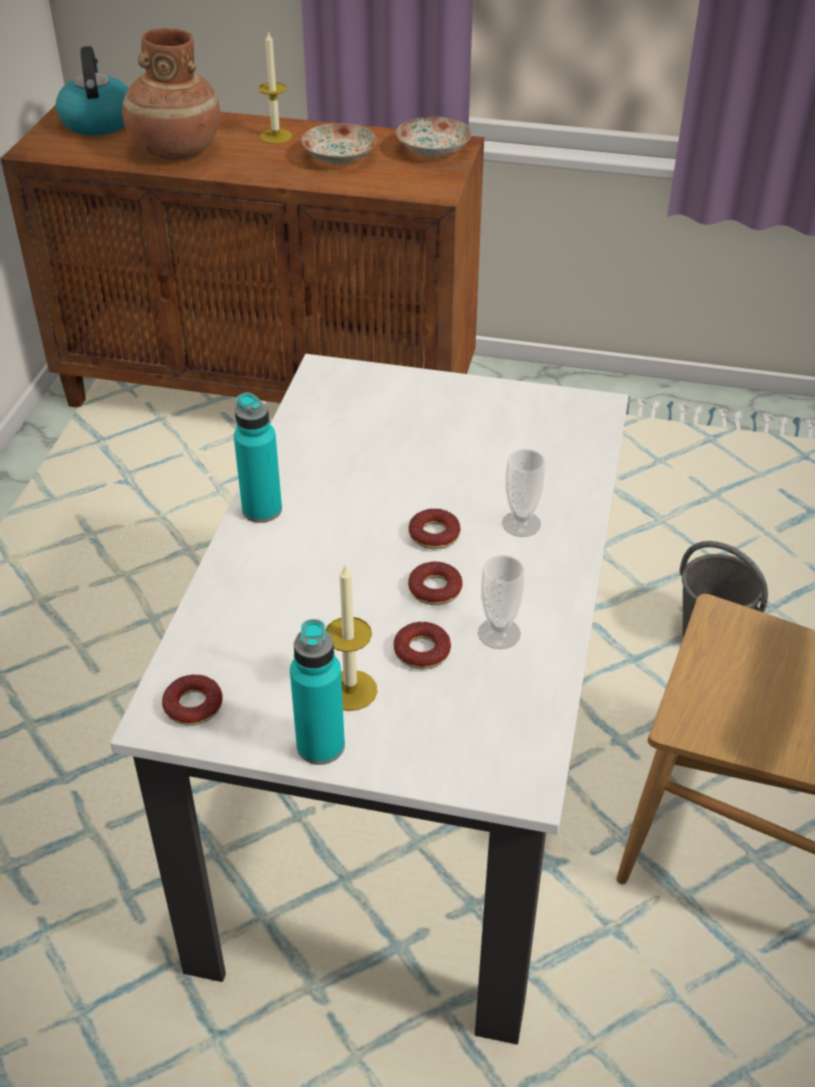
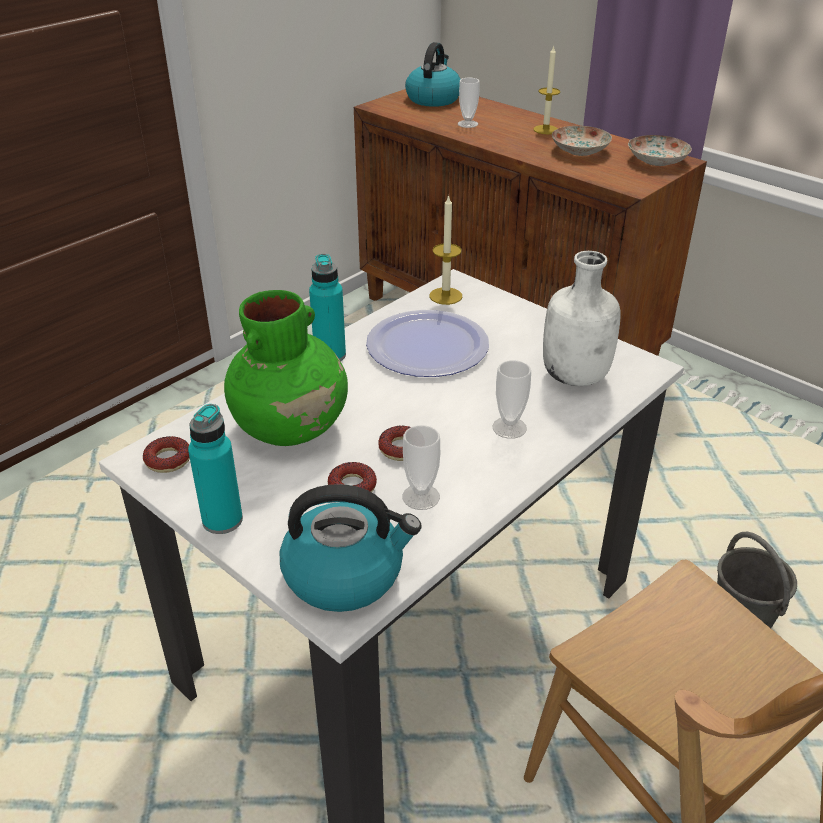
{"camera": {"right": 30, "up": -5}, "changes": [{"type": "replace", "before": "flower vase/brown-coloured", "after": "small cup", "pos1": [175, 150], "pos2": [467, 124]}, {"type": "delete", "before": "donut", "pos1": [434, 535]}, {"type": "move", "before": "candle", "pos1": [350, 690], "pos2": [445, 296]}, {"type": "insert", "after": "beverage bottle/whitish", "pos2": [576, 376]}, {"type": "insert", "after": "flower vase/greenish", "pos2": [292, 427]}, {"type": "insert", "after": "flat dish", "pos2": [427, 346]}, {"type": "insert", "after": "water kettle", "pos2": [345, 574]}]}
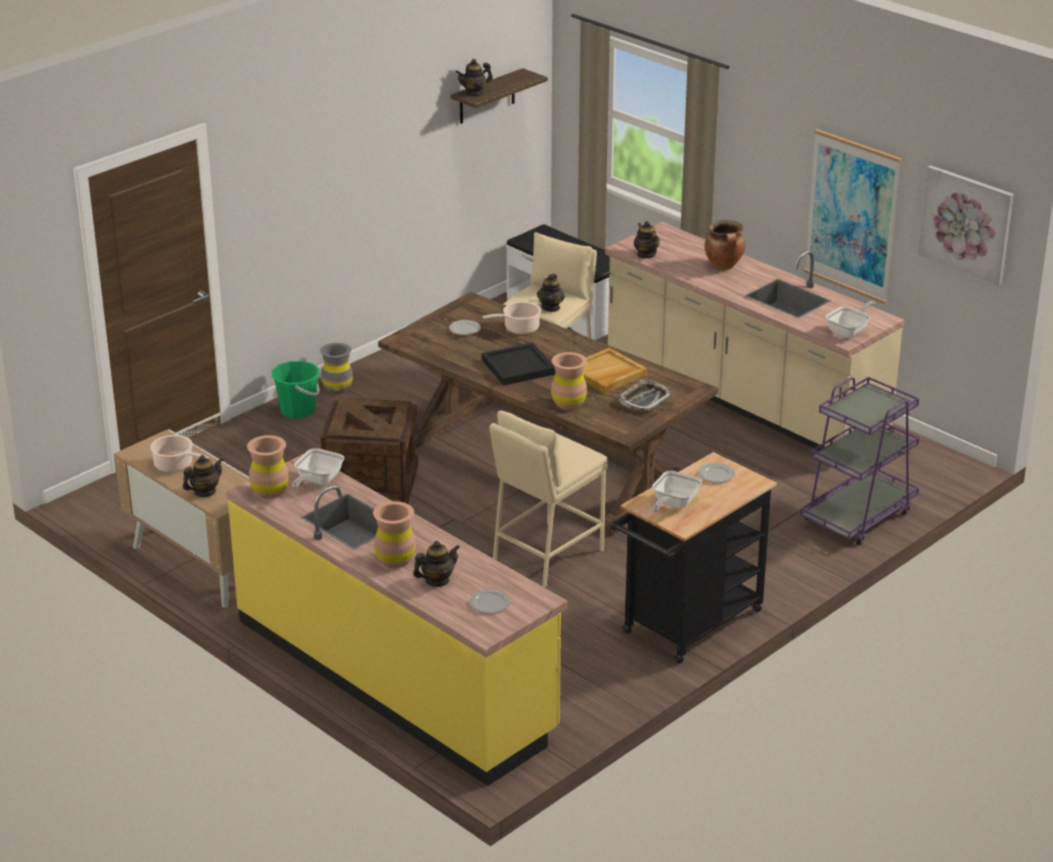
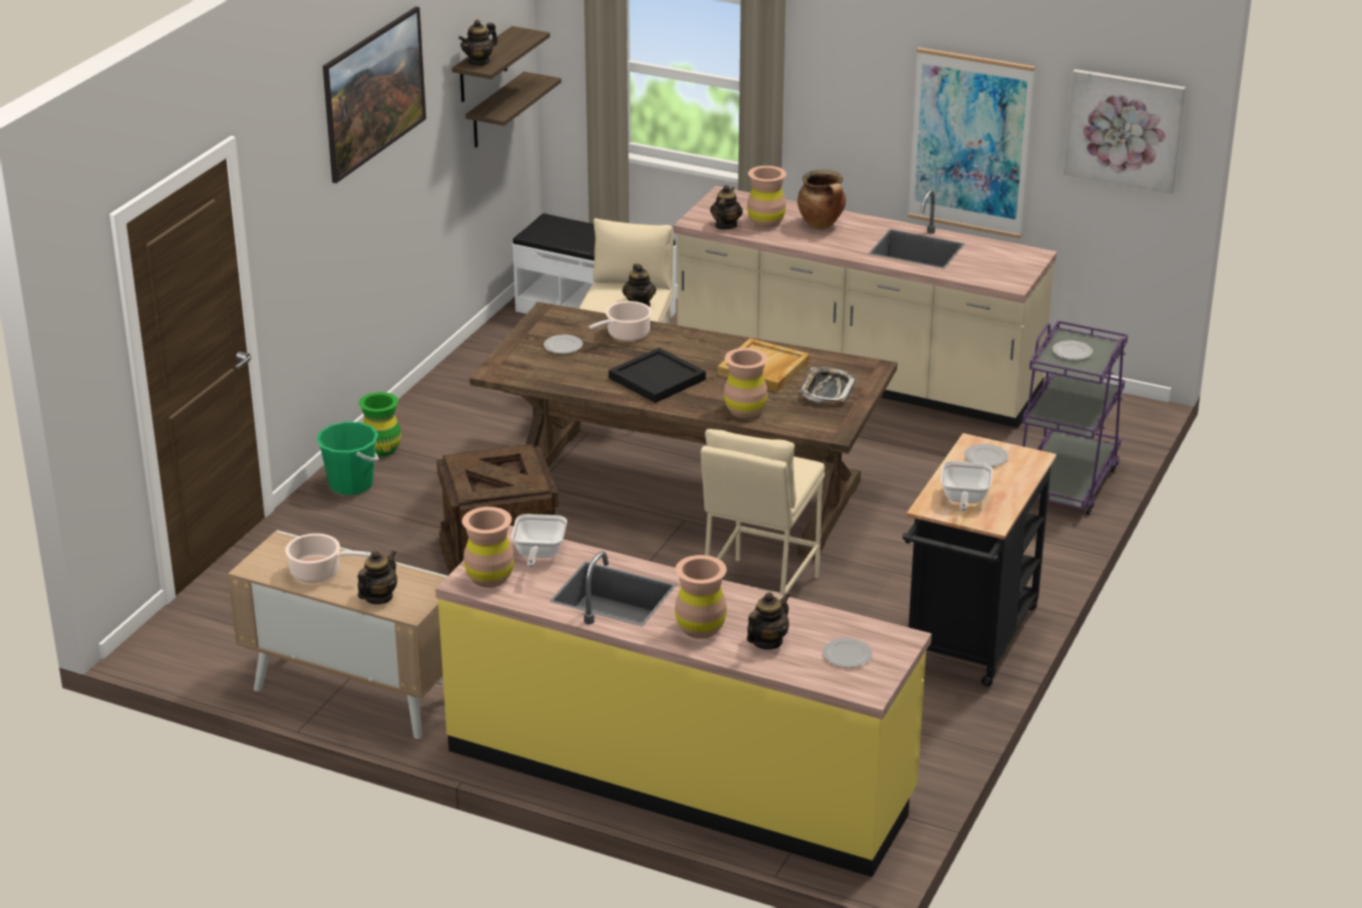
{"camera": {"right": -20, "up": 0}, "changes": [{"type": "rotate", "before": "pot for tea", "pos1": [646, 255], "pos2": [725, 225], "turn": 60}, {"type": "delete", "before": "frying pan", "pos1": [849, 331]}, {"type": "recolor", "before": "flower vase/gray", "after": "flower vase/greenish", "pos1": [337, 388], "pos2": [382, 449]}, {"type": "insert", "after": "wall picture", "pos2": [376, 121]}, {"type": "insert", "after": "wall shelf", "pos2": [495, 111]}, {"type": "insert", "after": "flower vase/brown-coloured", "pos2": [766, 222]}, {"type": "insert", "after": "flat dish", "pos2": [1072, 353]}]}
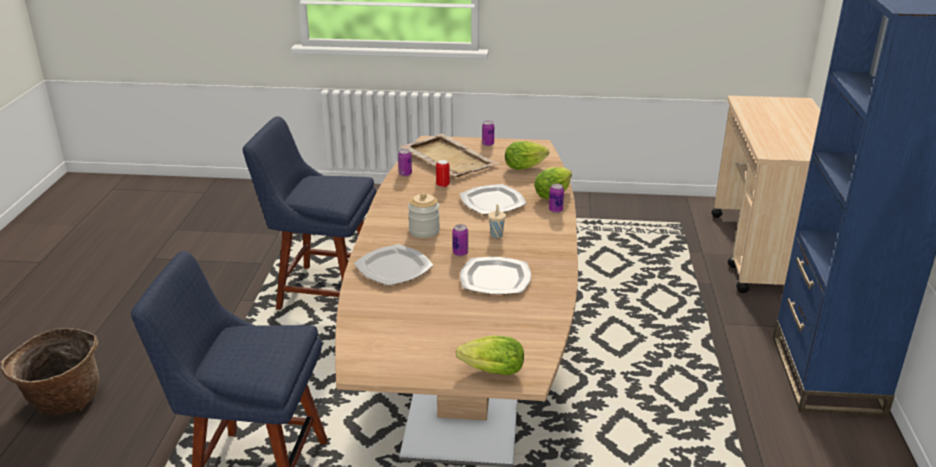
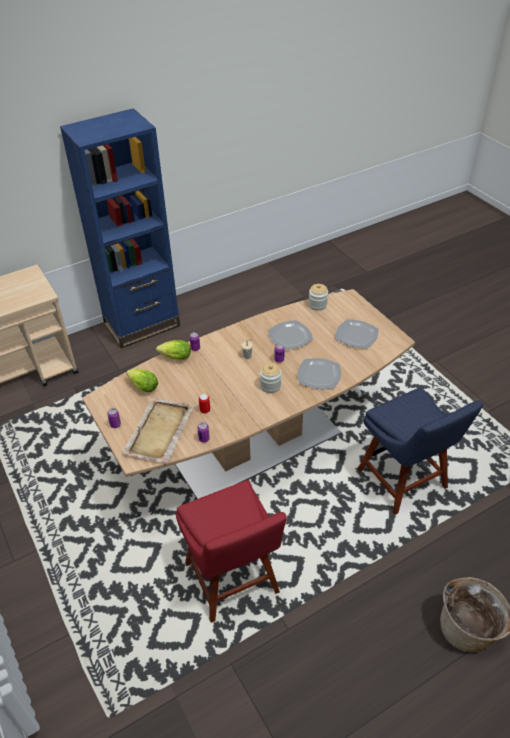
{"camera": {"right": -125, "up": 15}, "changes": [{"type": "recolor", "before": "plain chair/blue-coloured", "after": "plain chair/reddish", "pos1": [322, 290], "pos2": [233, 582]}, {"type": "move", "before": "flat dish", "pos1": [491, 202], "pos2": [356, 335]}, {"type": "delete", "before": "head of lettuce", "pos1": [489, 371]}, {"type": "insert", "after": "storage jar", "pos2": [317, 305]}]}
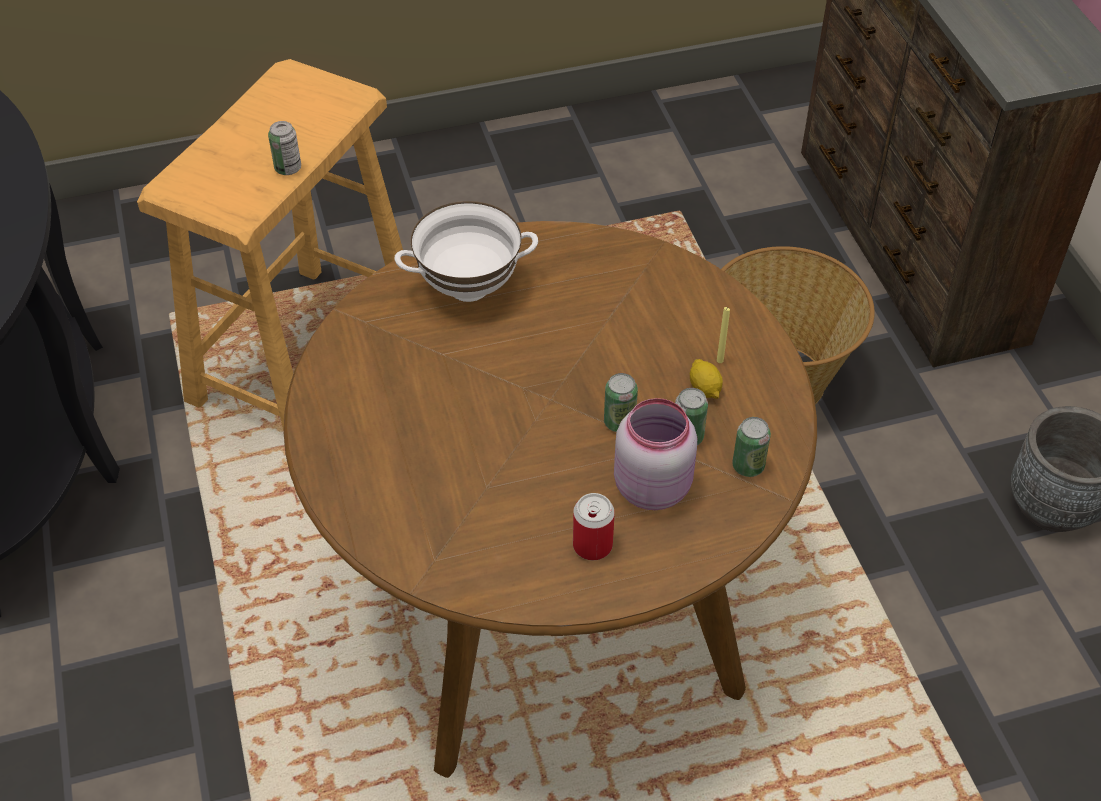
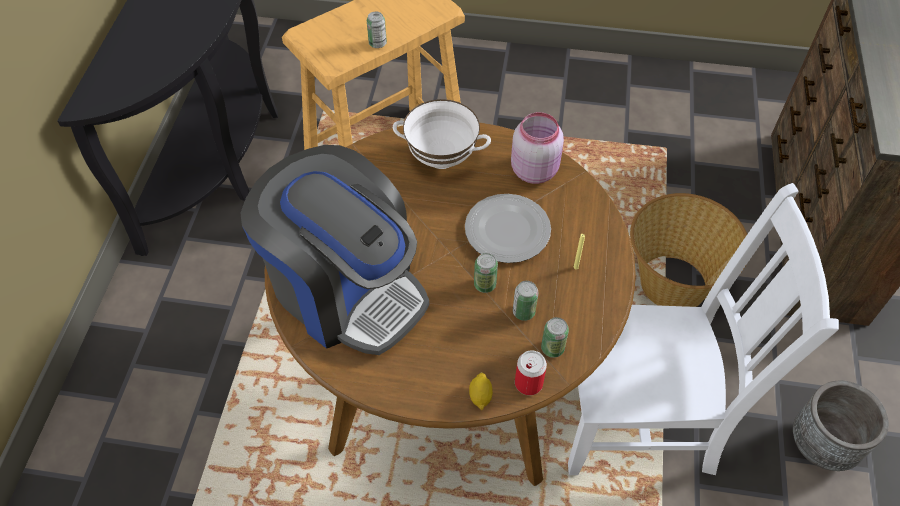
{"camera": {"right": 25, "up": 5}, "changes": [{"type": "move", "before": "citrus fruit", "pos1": [705, 388], "pos2": [480, 396]}, {"type": "move", "before": "storage jar/pinkish", "pos1": [652, 485], "pos2": [535, 169]}, {"type": "move", "before": "can", "pos1": [592, 545], "pos2": [528, 383]}, {"type": "insert", "after": "coffee machine", "pos2": [346, 289]}, {"type": "insert", "after": "plain chair/whitish", "pos2": [641, 419]}, {"type": "insert", "after": "flat dish", "pos2": [506, 229]}]}
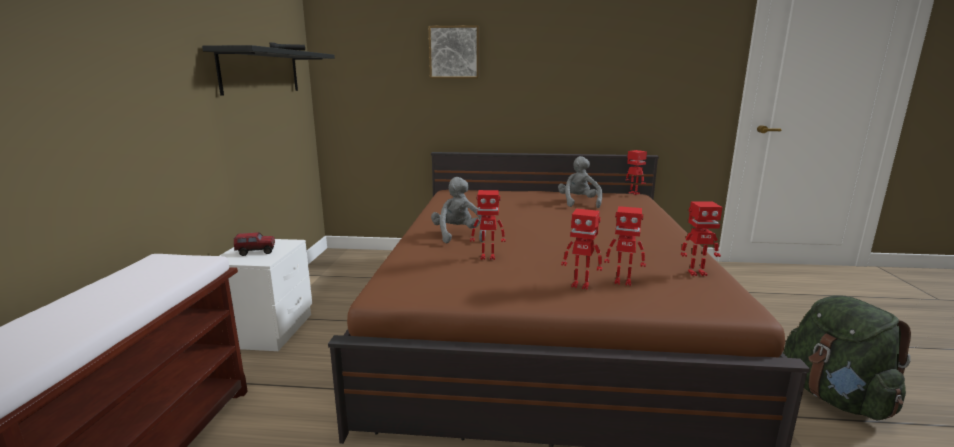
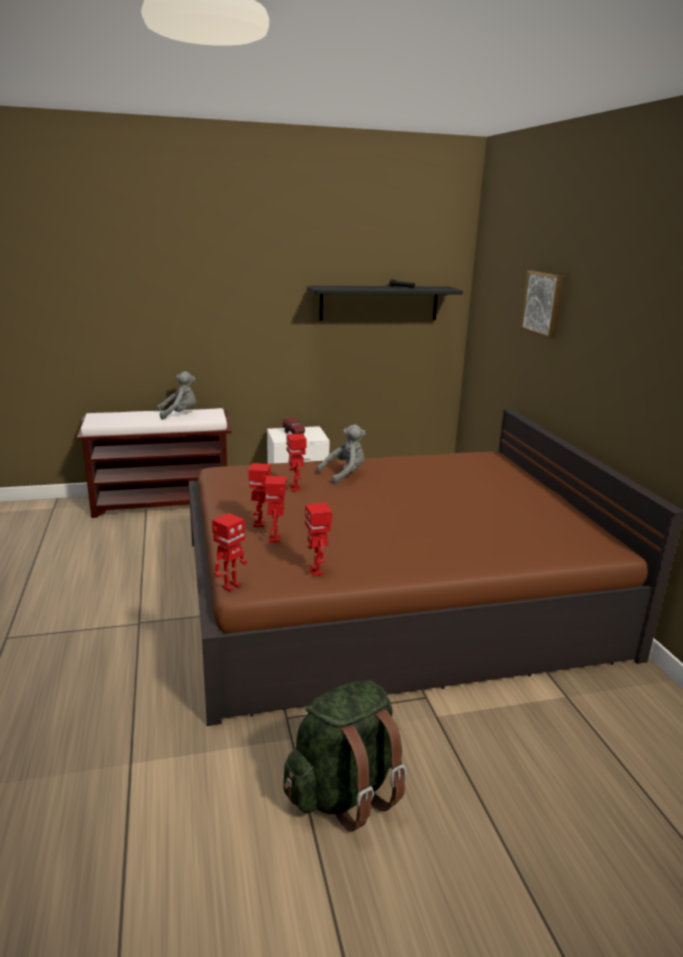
{"camera": {"right": 70, "up": 5}, "changes": [{"type": "move", "before": "robot figure", "pos1": [633, 193], "pos2": [231, 586]}, {"type": "move", "before": "plush toy/gray", "pos1": [578, 203], "pos2": [179, 414]}]}
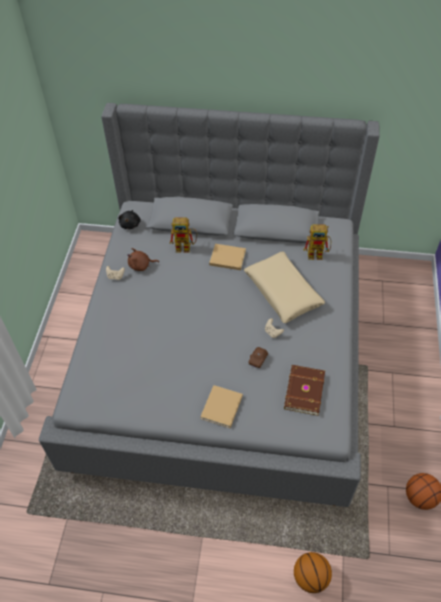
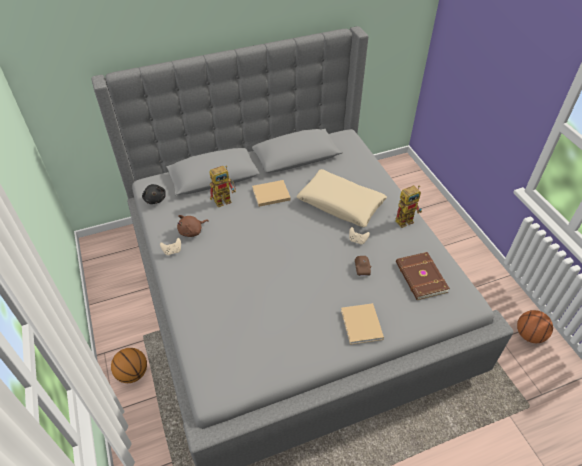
{"camera": {"right": -30, "up": -5}, "changes": [{"type": "move", "before": "robot figure", "pos1": [318, 254], "pos2": [406, 219]}, {"type": "move", "before": "basketball", "pos1": [310, 577], "pos2": [132, 373]}]}
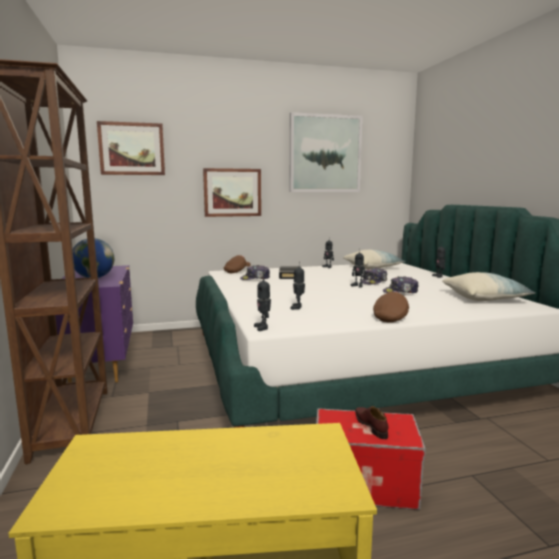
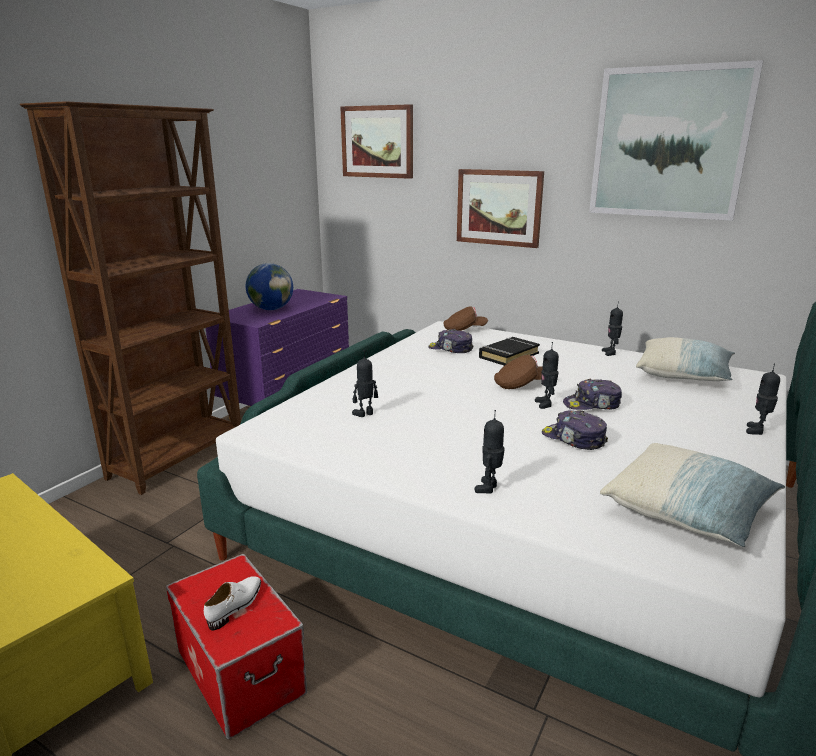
{"camera": {"right": 45, "up": 10}, "changes": [{"type": "move", "before": "robot figure", "pos1": [263, 328], "pos2": [489, 488]}, {"type": "move", "before": "cap/brown-coloured", "pos1": [391, 317], "pos2": [520, 385]}, {"type": "recolor", "before": "item of footwear/brown-coloured", "after": "item of footwear/whitish", "pos1": [371, 425], "pos2": [236, 606]}]}
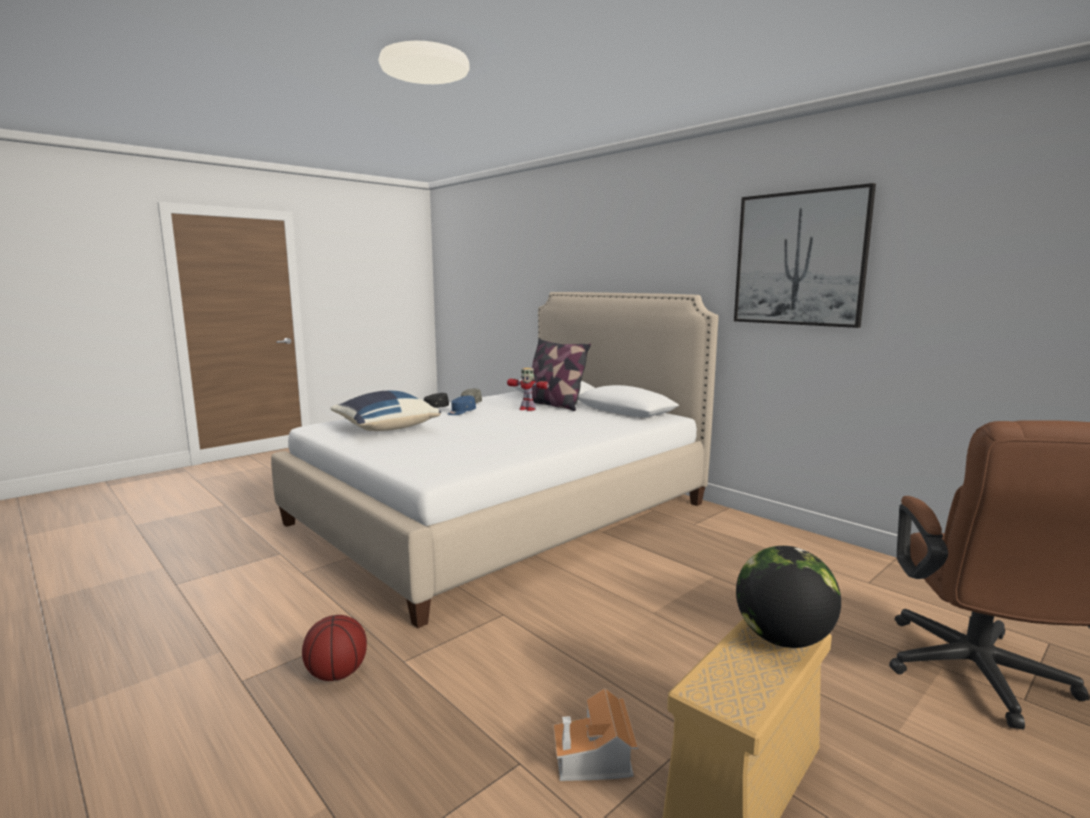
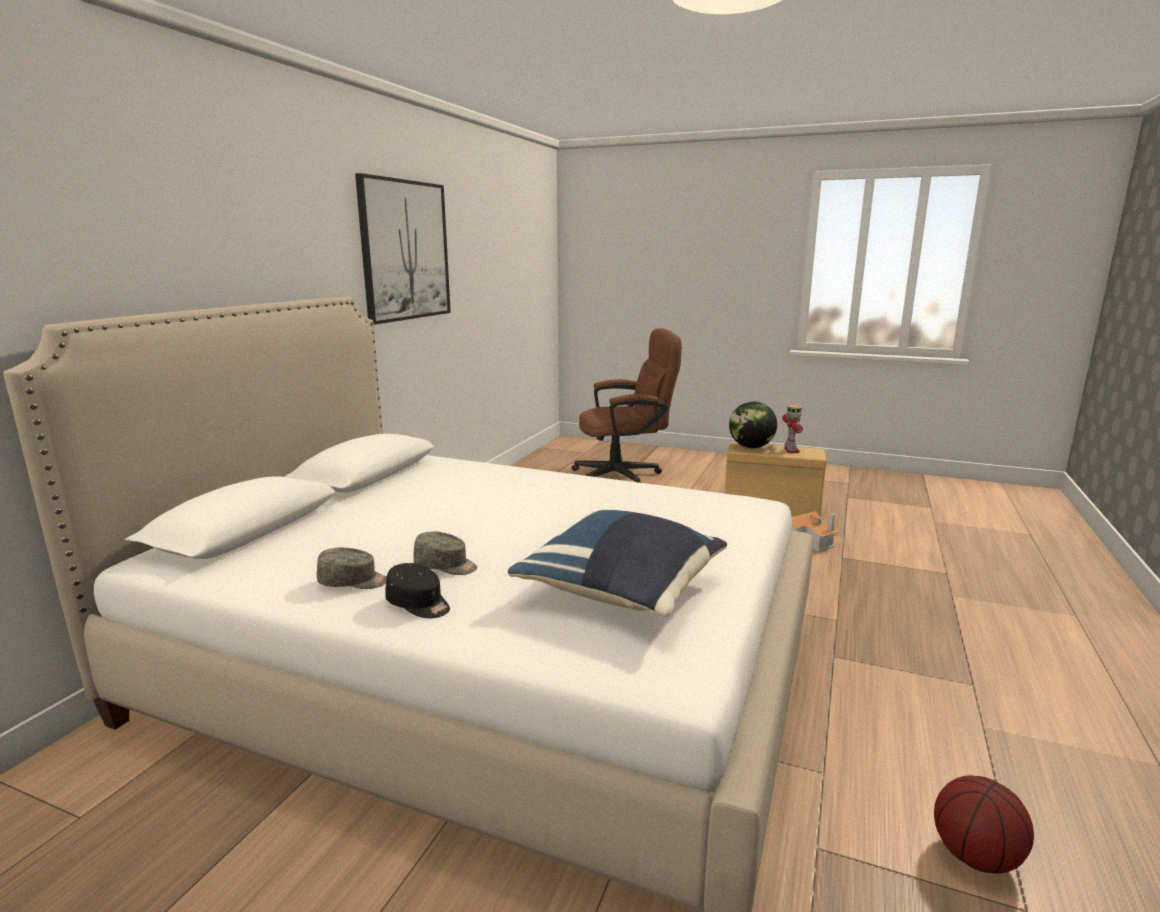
{"camera": {"right": -115, "up": 5}, "changes": [{"type": "delete", "before": "throw pillow", "pos1": [553, 405]}, {"type": "move", "before": "robot figure", "pos1": [527, 409], "pos2": [791, 450]}, {"type": "recolor", "before": "cap/blue-coloured", "after": "cap/gray", "pos1": [461, 412], "pos2": [446, 566]}, {"type": "move", "before": "basketball", "pos1": [337, 674], "pos2": [974, 856]}]}
